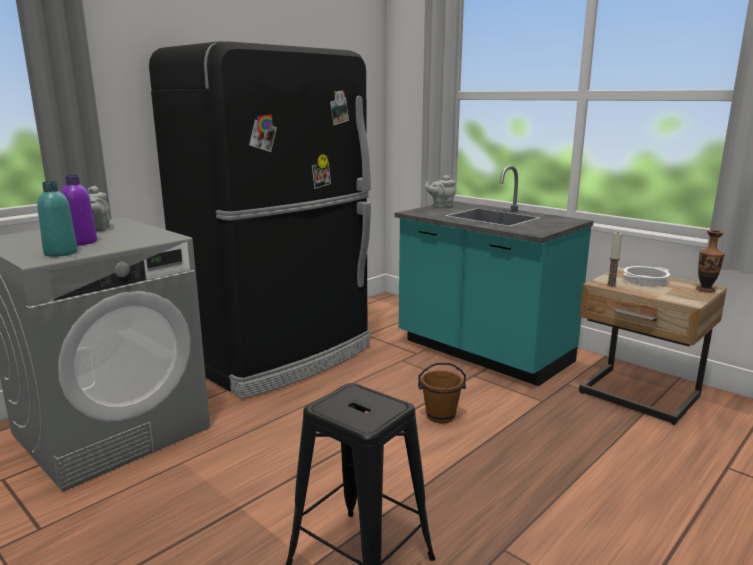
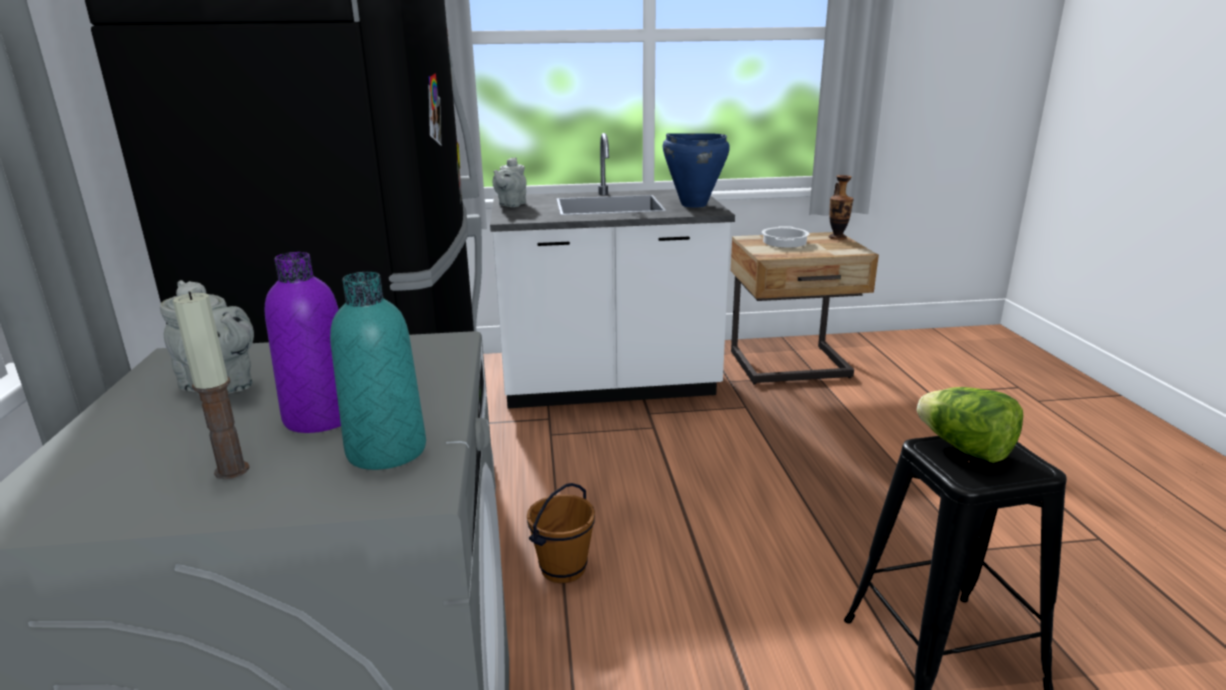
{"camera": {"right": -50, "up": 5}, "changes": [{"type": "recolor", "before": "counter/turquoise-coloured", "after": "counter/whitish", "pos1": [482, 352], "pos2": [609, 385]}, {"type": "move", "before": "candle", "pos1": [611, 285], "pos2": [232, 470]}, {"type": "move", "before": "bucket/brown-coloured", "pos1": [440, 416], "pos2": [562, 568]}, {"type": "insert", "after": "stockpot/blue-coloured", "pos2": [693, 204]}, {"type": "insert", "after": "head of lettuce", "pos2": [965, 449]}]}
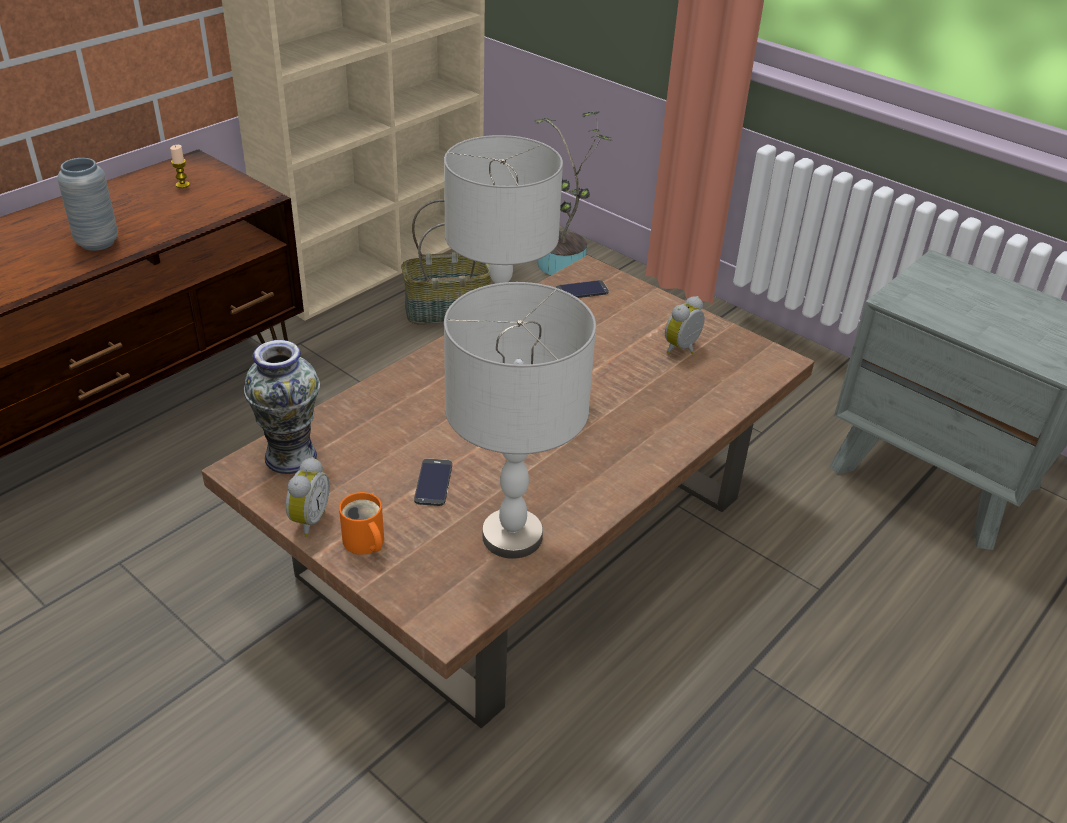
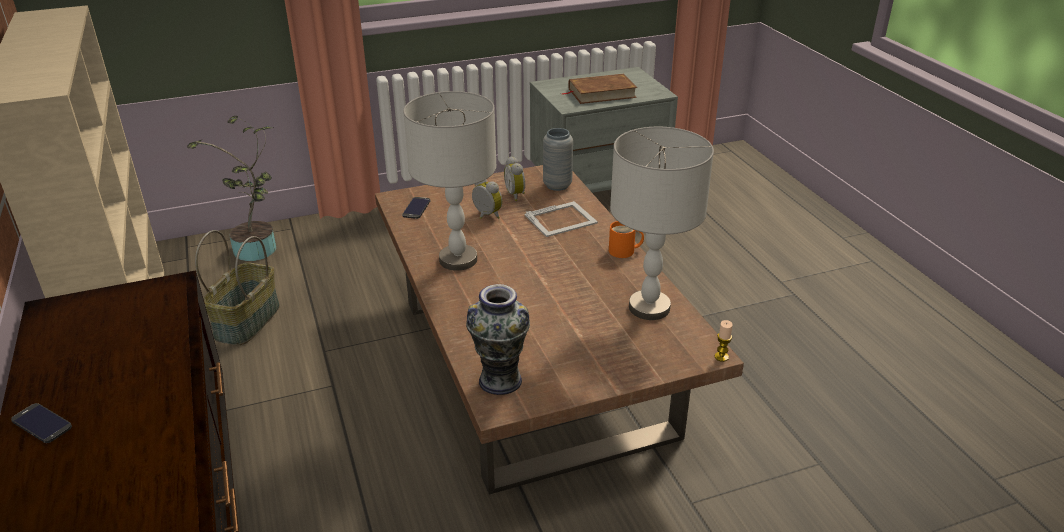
{"camera": {"right": -60, "up": -5}, "changes": [{"type": "move", "before": "candle", "pos1": [182, 185], "pos2": [721, 357]}, {"type": "move", "before": "flower vase/gray", "pos1": [97, 243], "pos2": [557, 185]}, {"type": "move", "before": "table clock", "pos1": [307, 520], "pos2": [486, 216]}, {"type": "move", "before": "telephone", "pos1": [433, 482], "pos2": [42, 423]}, {"type": "move", "before": "tea mug/orange", "pos1": [364, 543], "pos2": [624, 251]}, {"type": "insert", "after": "volume/brown-coloured", "pos2": [601, 93]}, {"type": "insert", "after": "standing frame", "pos2": [561, 219]}]}
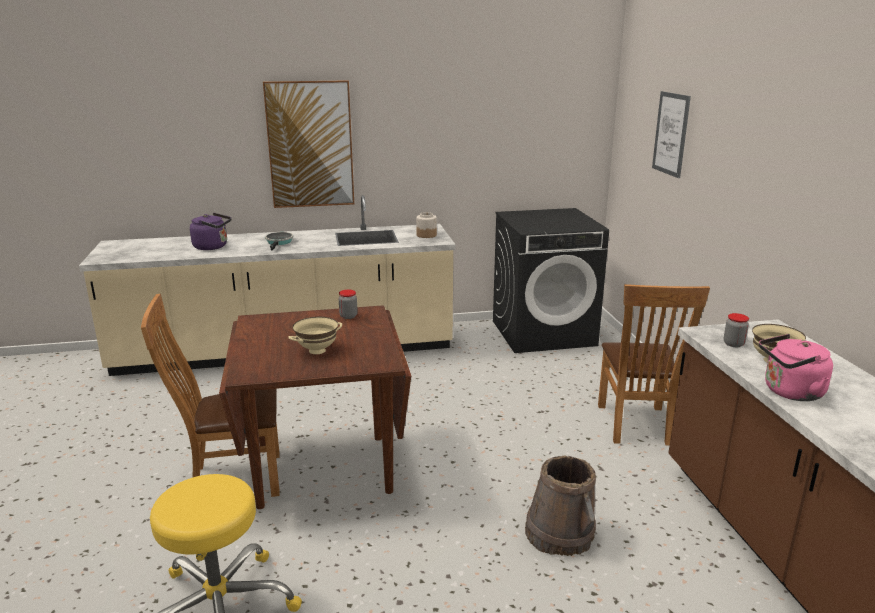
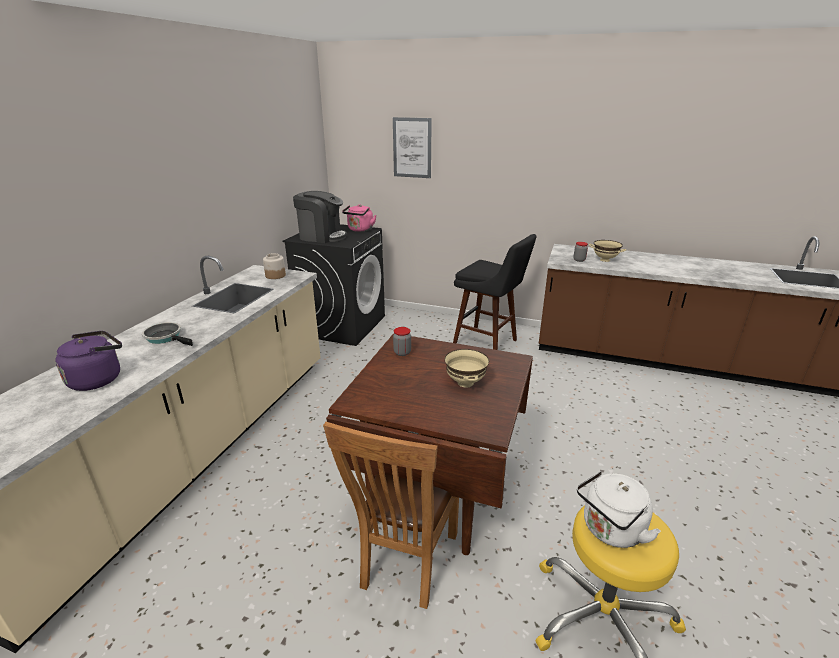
{"camera": {"right": -60, "up": 5}, "changes": [{"type": "delete", "before": "wall picture", "pos1": [310, 145]}, {"type": "replace", "before": "plain chair/brown-coloured", "after": "stool/blackish", "pos1": [636, 427], "pos2": [489, 344]}, {"type": "move", "before": "water kettle/pinkish", "pos1": [790, 392], "pos2": [360, 230]}, {"type": "delete", "before": "bucket/brown-coloured", "pos1": [560, 533]}, {"type": "insert", "after": "coffee machine", "pos2": [322, 236]}, {"type": "insert", "after": "water kettle/whitish", "pos2": [610, 531]}]}
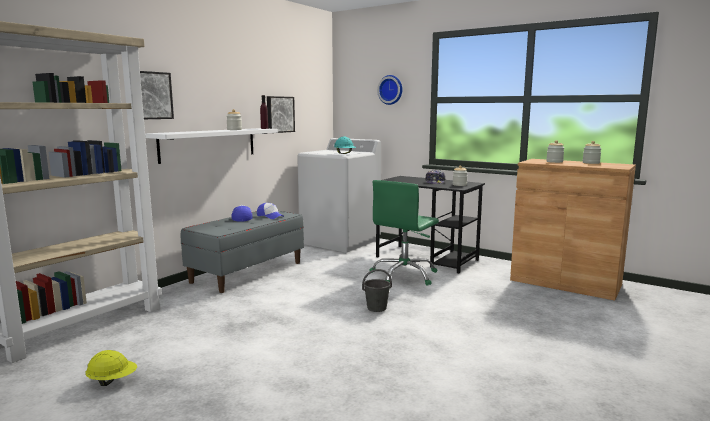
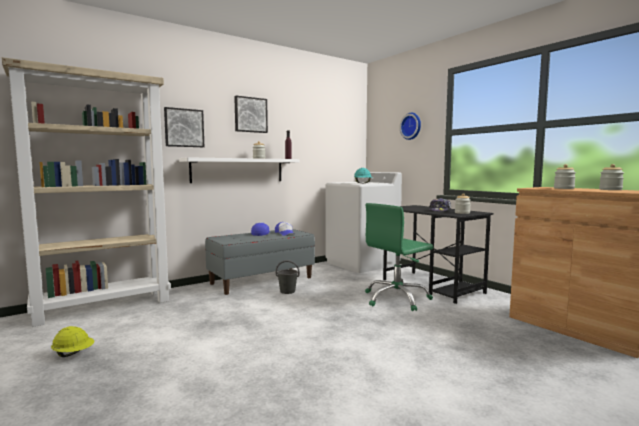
{"camera": {"right": 20, "up": -5}, "changes": [{"type": "move", "before": "wall picture", "pos1": [279, 114], "pos2": [250, 115]}, {"type": "move", "before": "bucket/gray", "pos1": [377, 308], "pos2": [288, 291]}]}
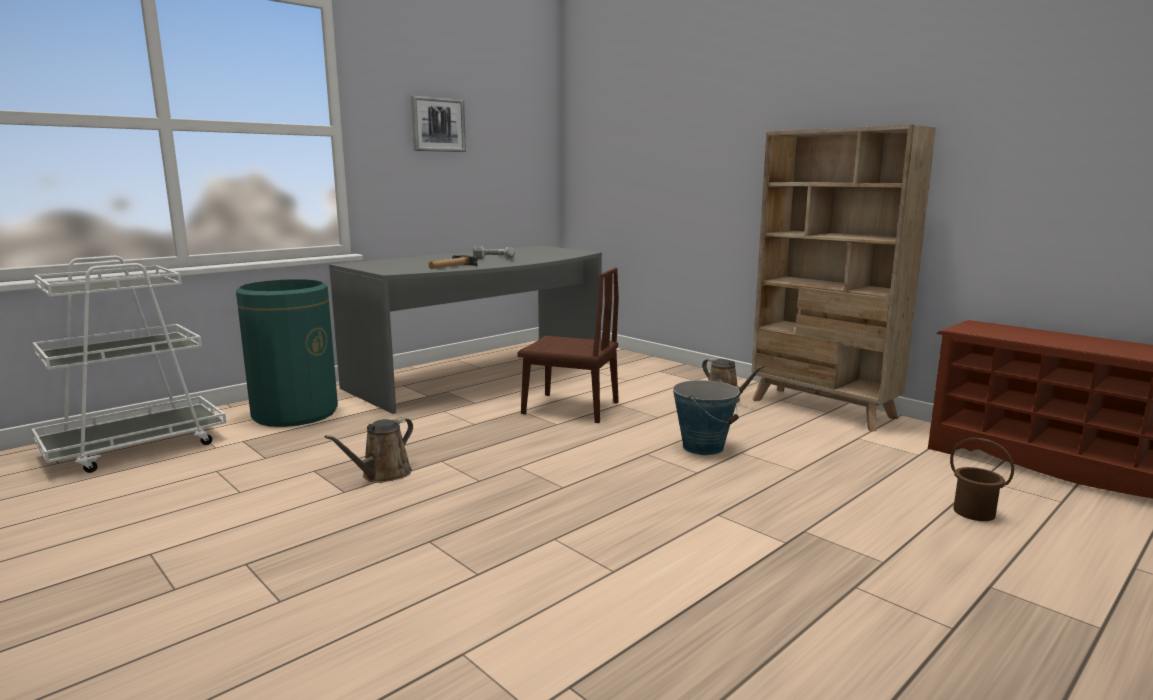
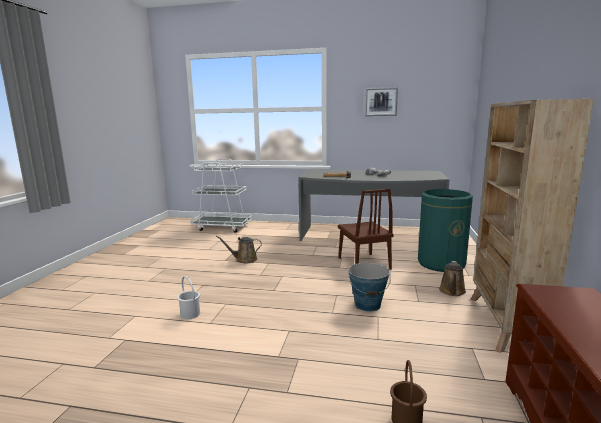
{"camera": {"right": 55, "up": 0}, "changes": [{"type": "move", "before": "rubbish bin/greenish", "pos1": [295, 413], "pos2": [441, 263]}, {"type": "insert", "after": "bucket/whitish", "pos2": [190, 314]}]}
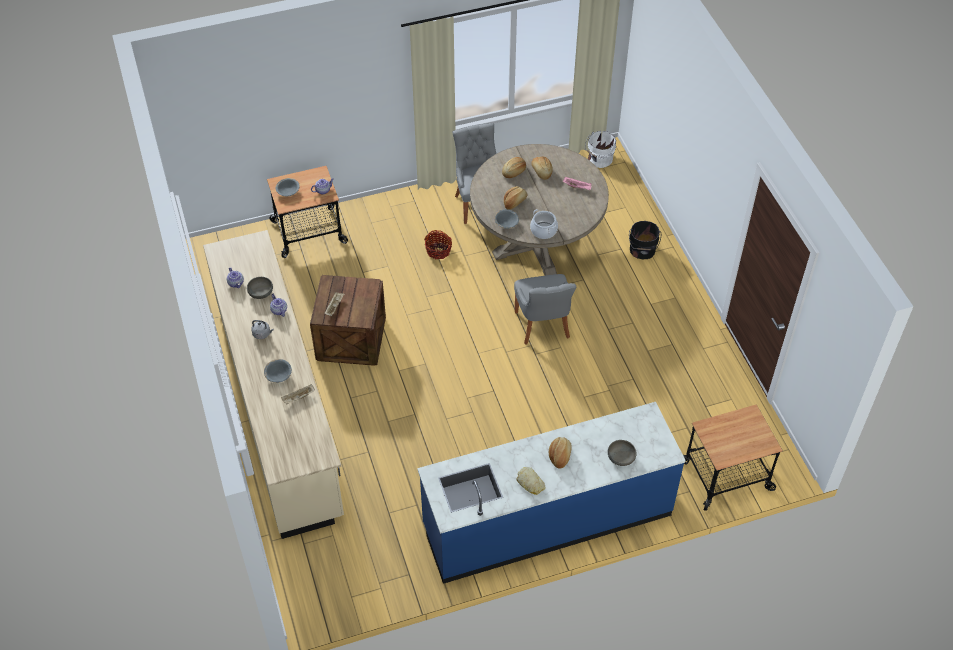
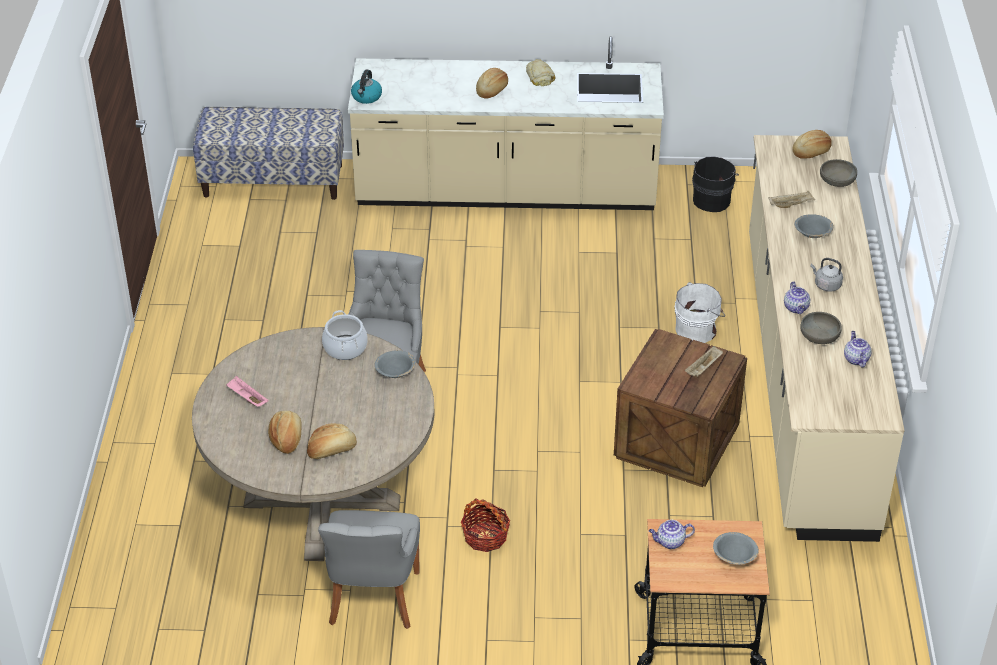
{"camera": {"right": -160, "up": -10}, "changes": [{"type": "move", "before": "bucket/whitish", "pos1": [599, 159], "pos2": [697, 330]}, {"type": "move", "before": "bread", "pos1": [515, 202], "pos2": [811, 152]}, {"type": "move", "before": "bucket/blackish", "pos1": [642, 250], "pos2": [712, 199]}, {"type": "recolor", "before": "counter/blue-coloured", "after": "counter/beige", "pos1": [547, 519], "pos2": [506, 192]}, {"type": "replace", "before": "trolley", "after": "bench", "pos1": [726, 476], "pos2": [273, 180]}, {"type": "move", "before": "deep dish/gray", "pos1": [621, 457], "pos2": [837, 182]}, {"type": "insert", "after": "water kettle", "pos2": [366, 97]}]}
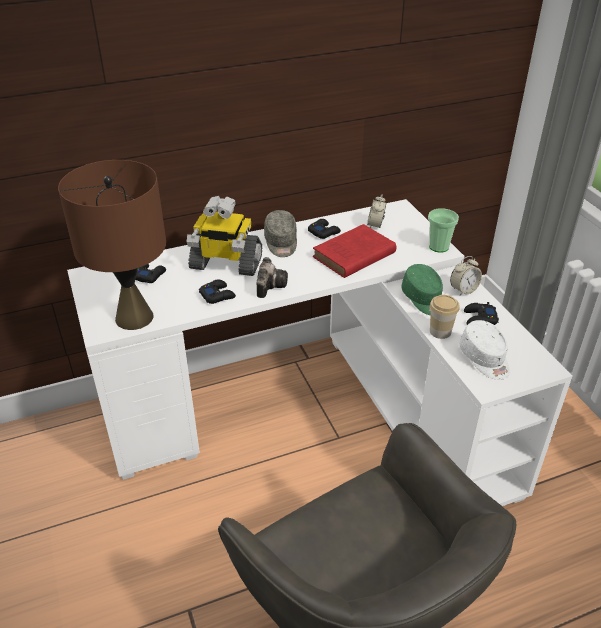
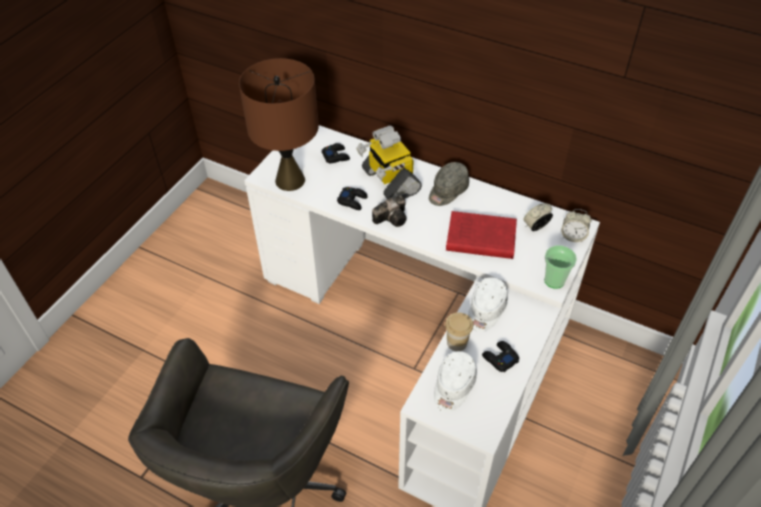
{"camera": {"right": 50, "up": 10}, "changes": [{"type": "delete", "before": "joypad/blackish", "pos1": [324, 232]}, {"type": "move", "before": "table clock", "pos1": [463, 290], "pos2": [573, 236]}, {"type": "recolor", "before": "cap/greenish", "after": "cap/whitish", "pos1": [423, 299], "pos2": [485, 311]}]}
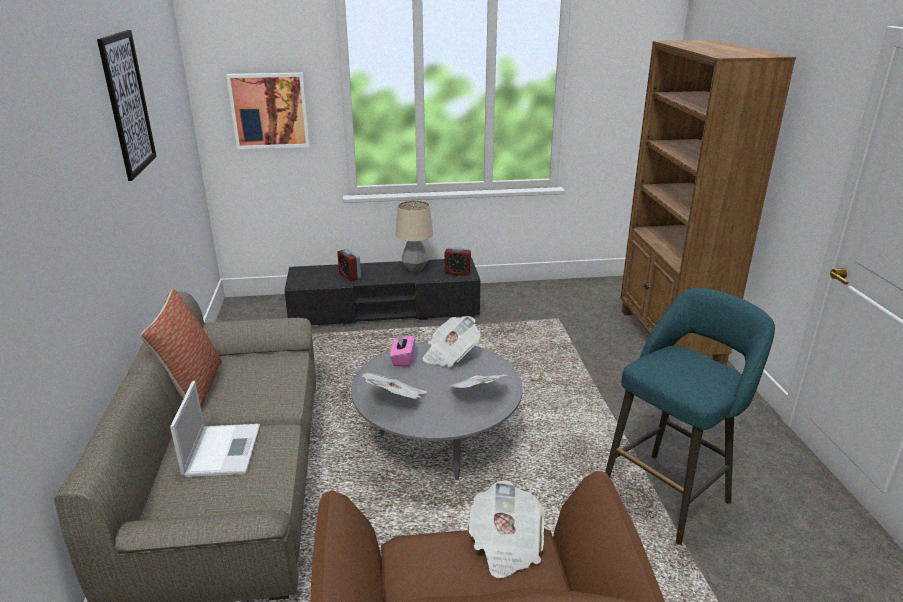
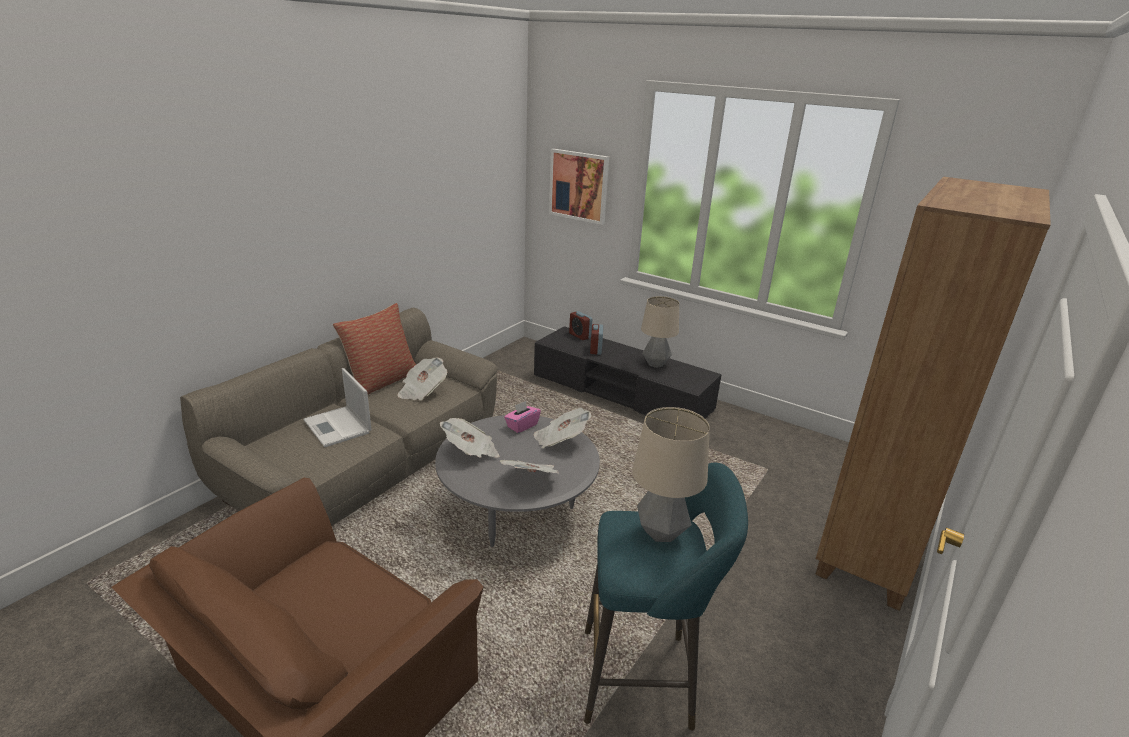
{"camera": {"right": 40, "up": 0}, "changes": [{"type": "delete", "before": "wall picture", "pos1": [127, 104]}, {"type": "move", "before": "table clock", "pos1": [457, 272], "pos2": [580, 336]}, {"type": "rotate", "before": "laptop", "pos1": [222, 449], "pos2": [338, 427], "turn": 105}, {"type": "move", "before": "newspaper", "pos1": [505, 545], "pos2": [422, 391]}, {"type": "insert", "after": "table lamp", "pos2": [661, 533]}]}
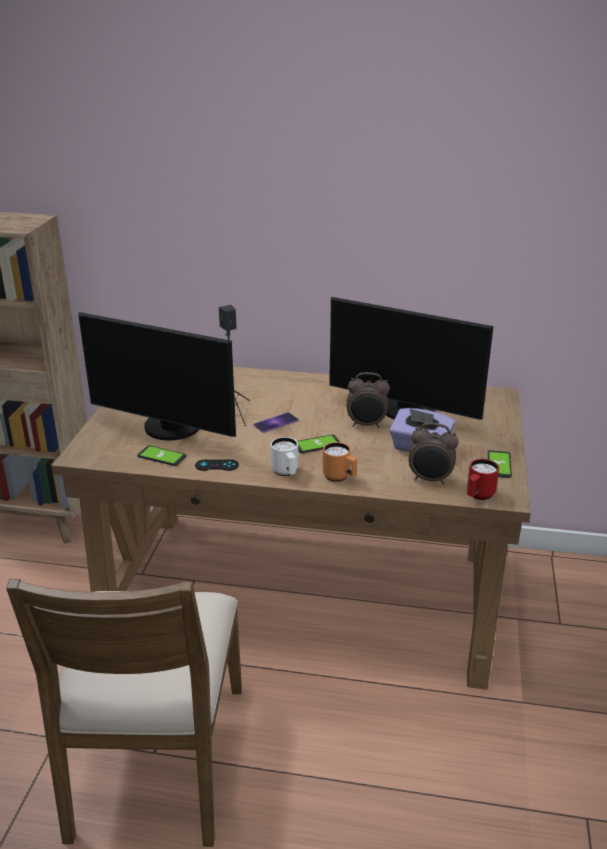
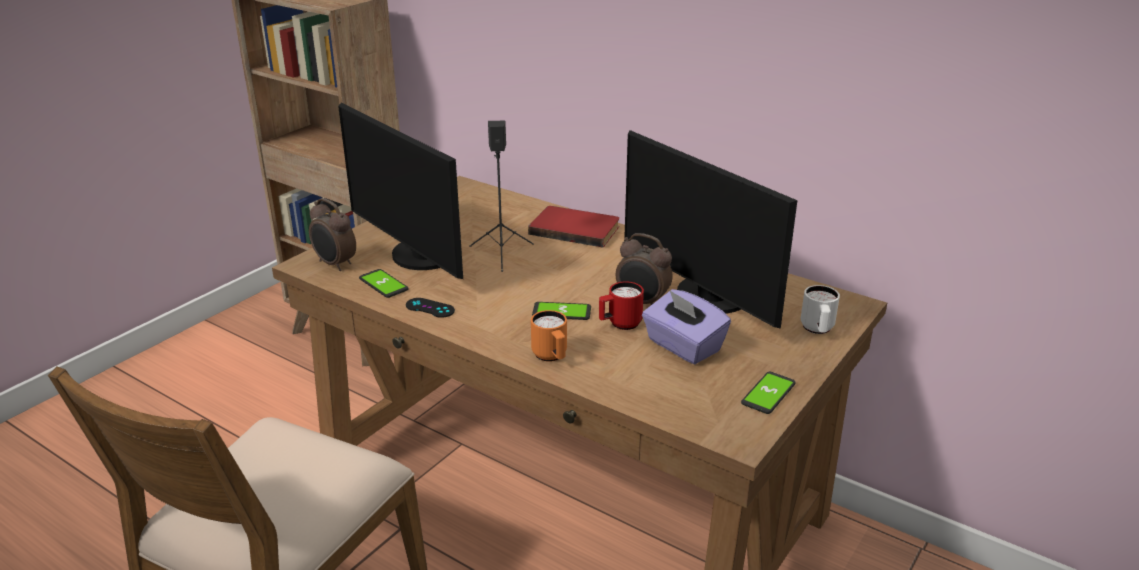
{"camera": {"right": 25, "up": 0}, "changes": [{"type": "delete", "before": "telephone", "pos1": [276, 423]}, {"type": "move", "before": "table clock", "pos1": [430, 480], "pos2": [335, 264]}, {"type": "move", "before": "tea mug/whitish", "pos1": [286, 473], "pos2": [817, 330]}, {"type": "move", "before": "tea mug/reddish", "pos1": [478, 496], "pos2": [620, 324]}, {"type": "insert", "after": "volume/reddish", "pos2": [575, 229]}]}
